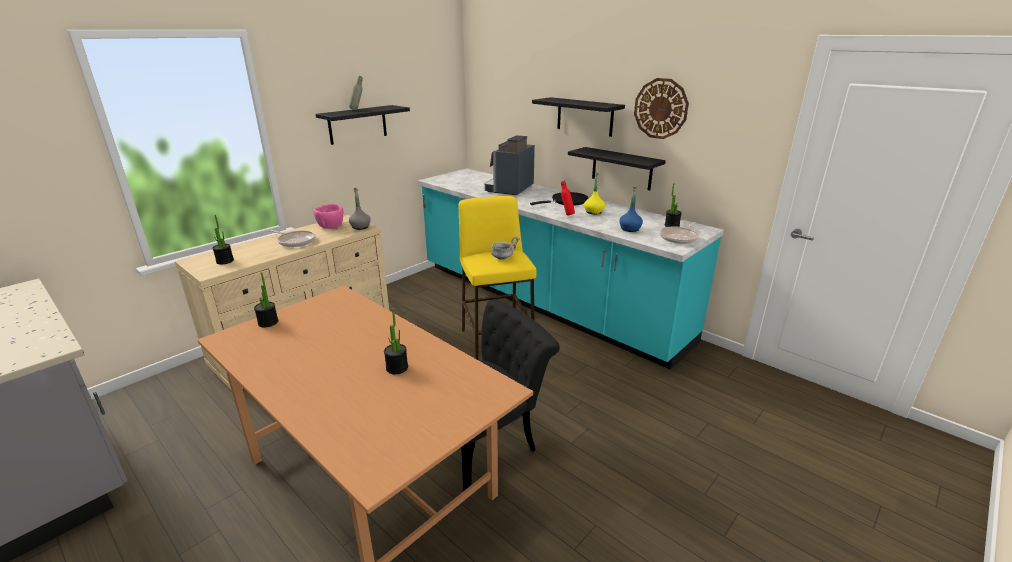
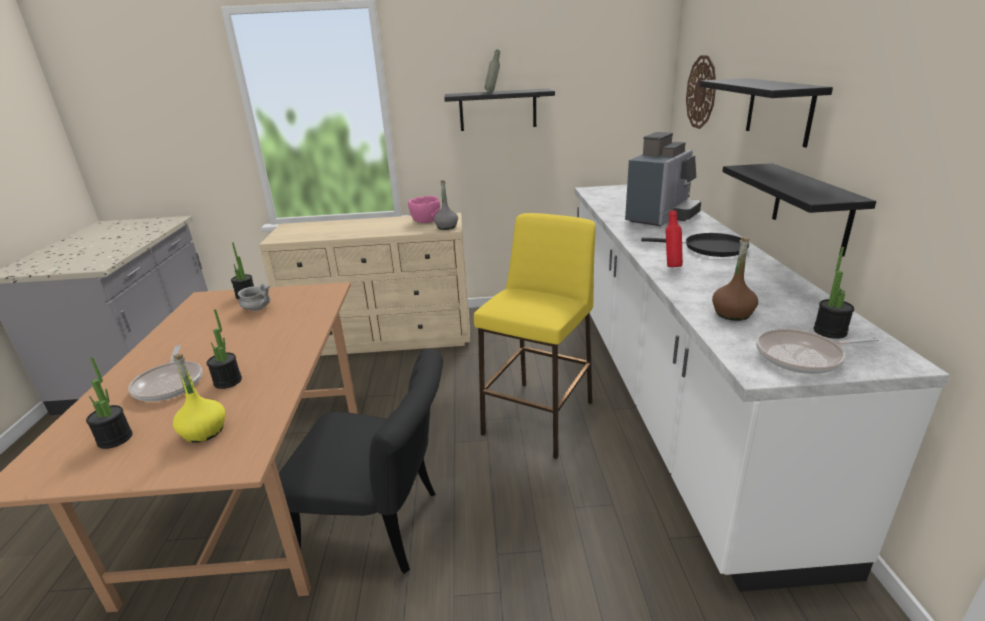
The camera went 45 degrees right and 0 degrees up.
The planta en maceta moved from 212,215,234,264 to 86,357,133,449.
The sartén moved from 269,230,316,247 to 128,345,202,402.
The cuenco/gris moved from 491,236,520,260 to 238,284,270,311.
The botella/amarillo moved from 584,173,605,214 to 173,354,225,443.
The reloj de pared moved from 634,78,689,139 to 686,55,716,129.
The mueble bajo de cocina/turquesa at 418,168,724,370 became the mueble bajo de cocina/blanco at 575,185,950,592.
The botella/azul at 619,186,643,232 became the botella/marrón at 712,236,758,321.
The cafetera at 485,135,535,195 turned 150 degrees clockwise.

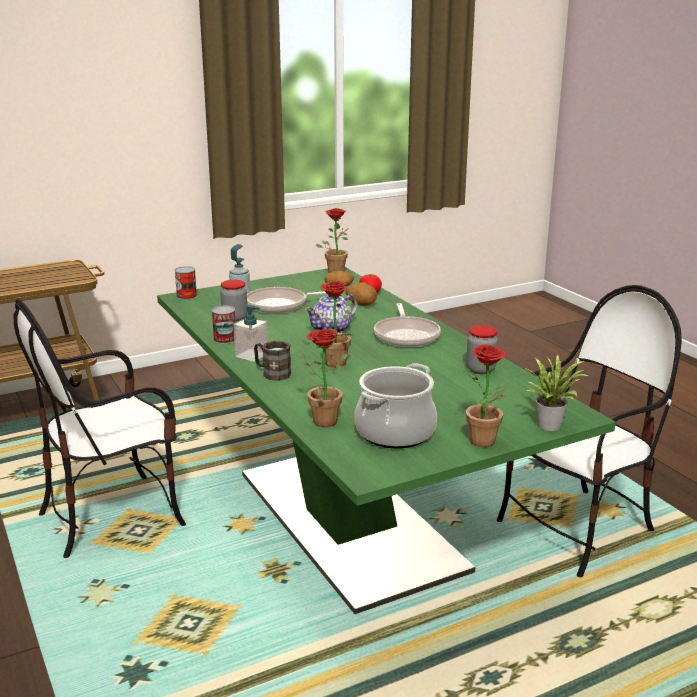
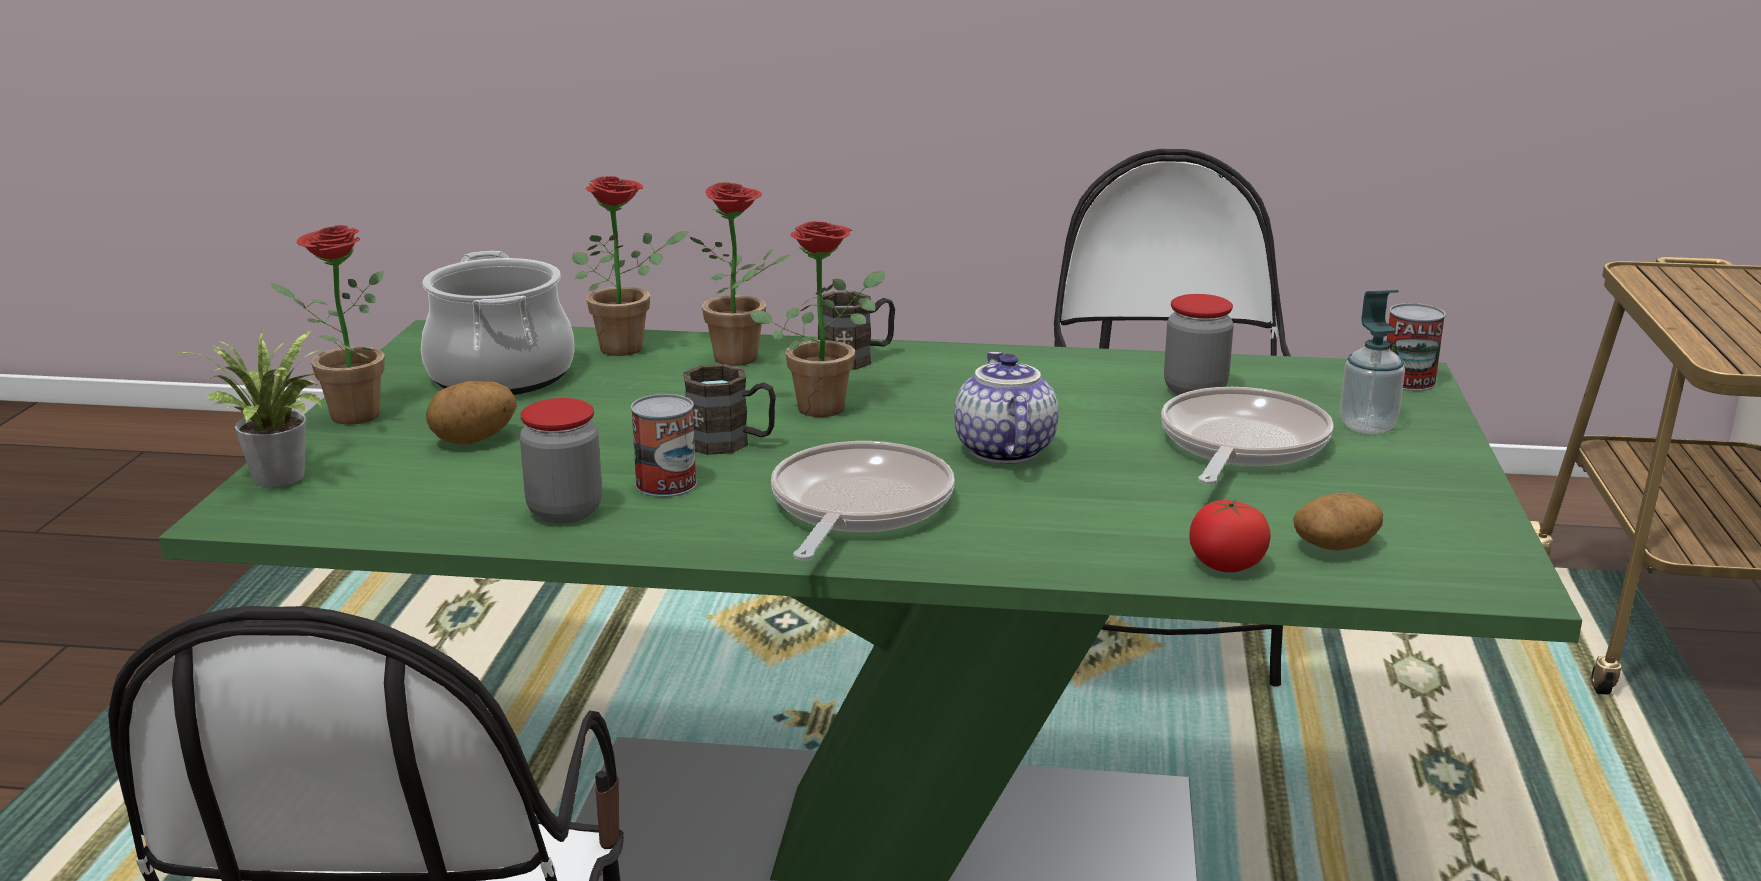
The camera went 125 degrees right and 0 degrees up.
The dispensador de jabón at 233,304,268,362 disappeared.
The taza grande/marrón at 683,364,776,455 appeared.
The lata moved from 212,306,235,344 to 631,394,697,497.
The planta en maceta moved from 316,208,349,273 to 690,182,790,366.
The patata moved from 345,282,377,306 to 426,381,517,445.
The sartén at 374,303,441,347 turned 75 degrees clockwise.

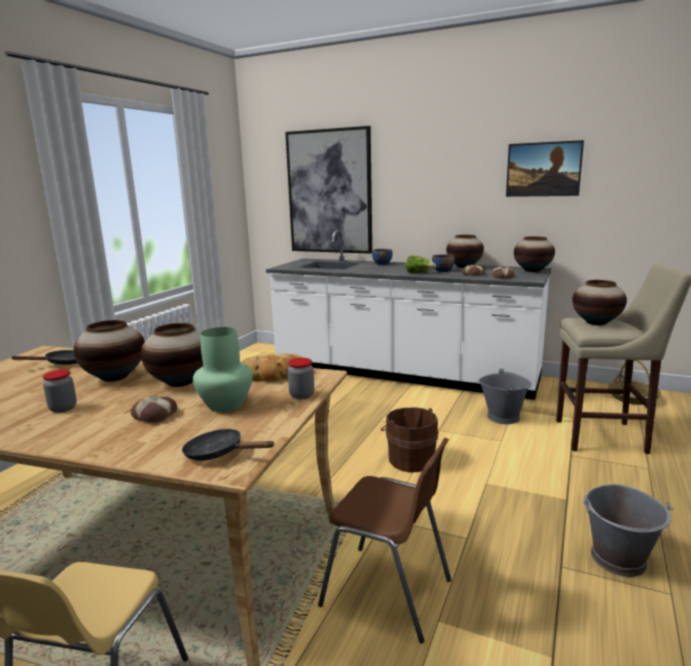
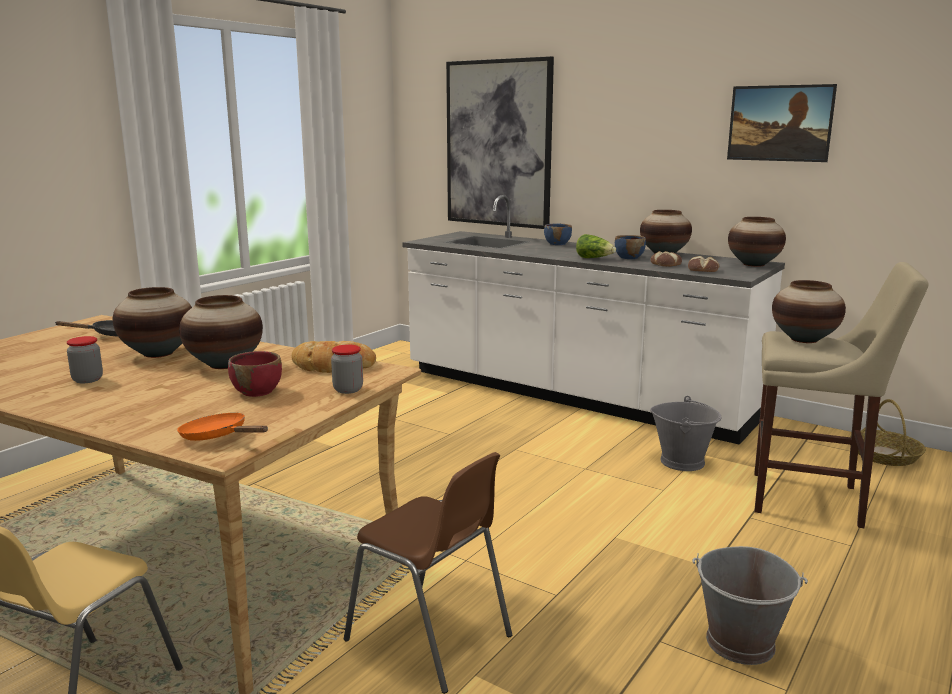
The camera went 10 degrees right and 0 degrees up.
The pan at 131,395,177,423 disappeared.
The cubo/marrón at 381,407,439,473 disappeared.
The florero/verde at 193,327,253,412 was replaced by the cuenco/rojo at 228,351,282,397.
The sartén/negro at 182,428,275,461 became the sartén/naranja at 177,412,268,441.

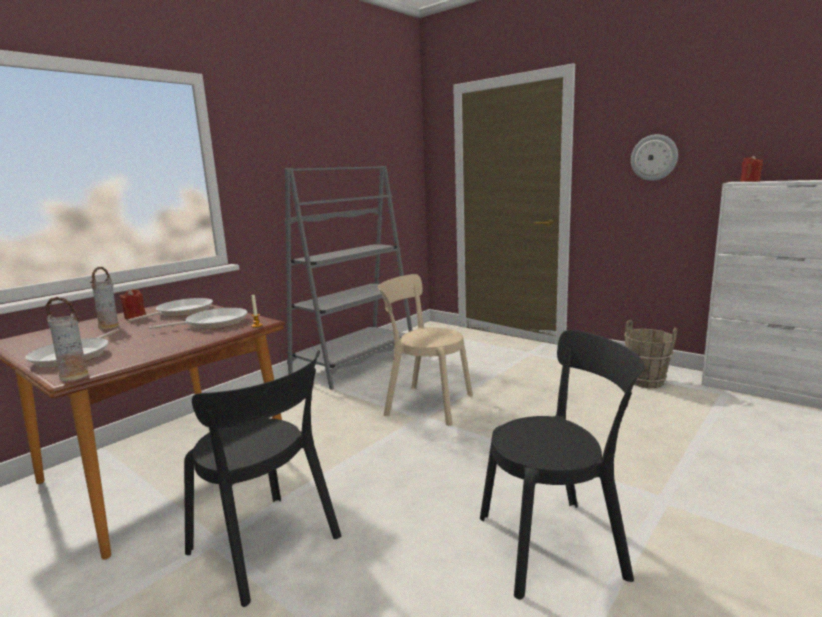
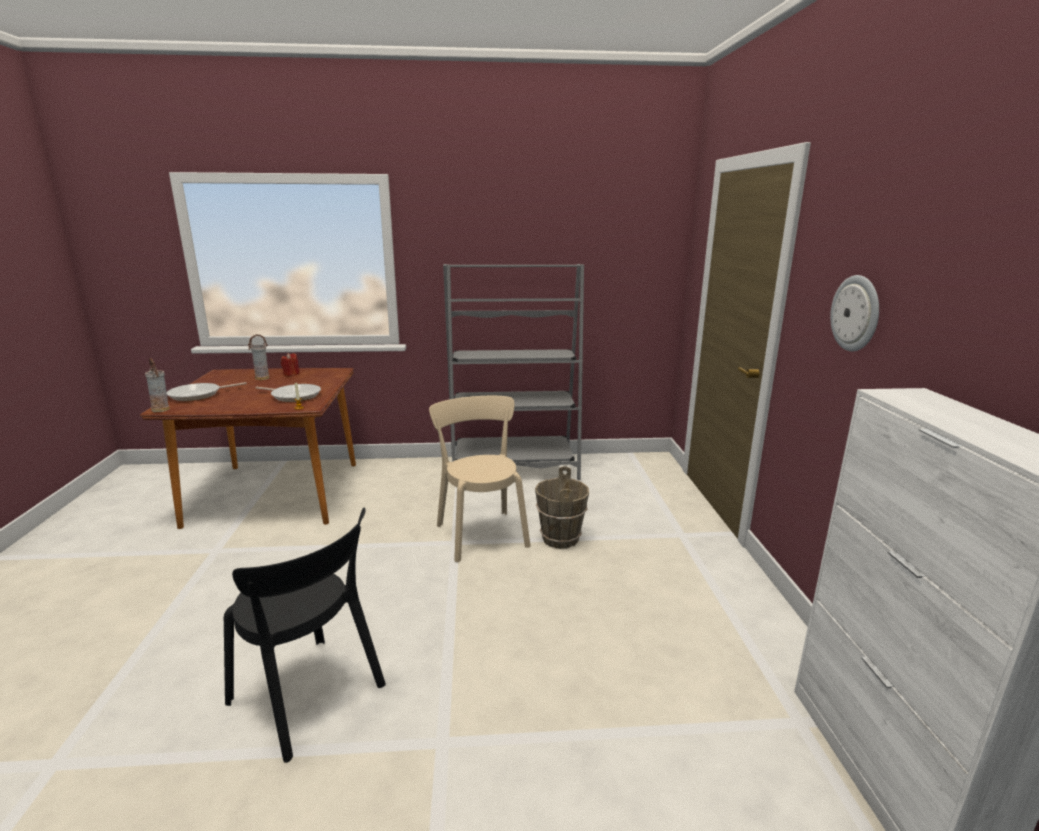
The camera went 45 degrees right and 5 degrees up.
The sartén at 128,298,213,321 disappeared.
The silla/negro at 184,350,341,607 disappeared.
The vela/rojo at 740,155,763,182 disappeared.
The cubo/marrón moved from 624,320,677,388 to 535,466,589,549.

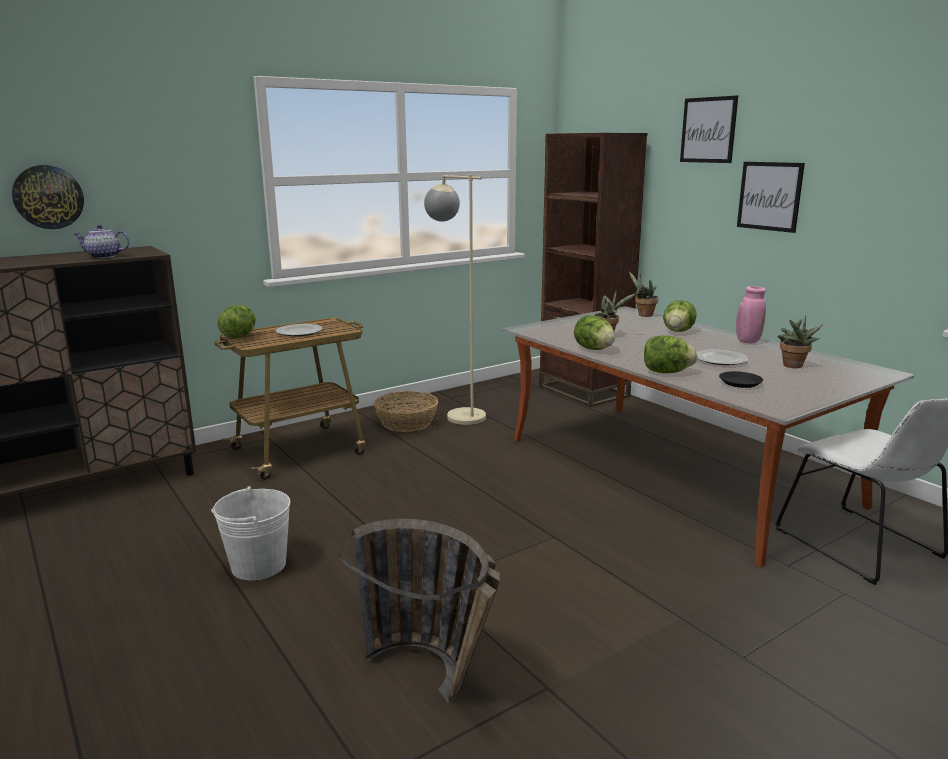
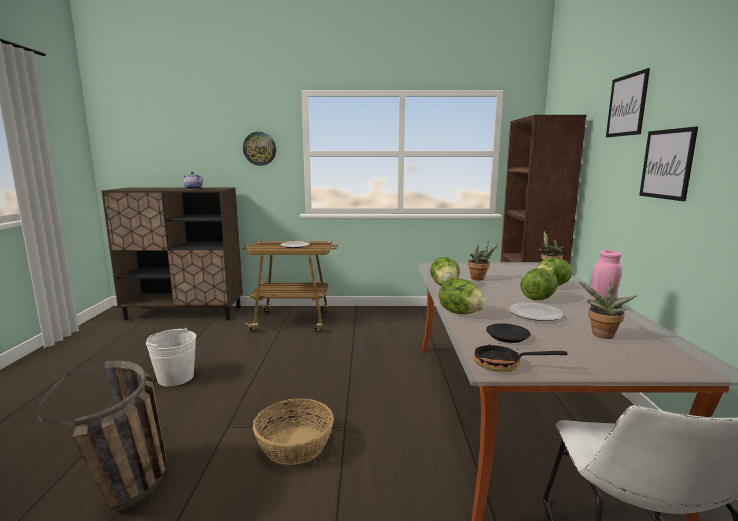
The camera went 35 degrees right and 5 degrees down.
The lámpara de pie/beis at 424,175,486,425 disappeared.
The sartén at 474,343,568,372 appeared.
The reloj de pared moved from 12,165,84,229 to 243,132,276,166.
The lechuga moved from 218,305,255,338 to 520,268,558,300.
The cesta moved from 374,391,438,432 to 253,398,334,465.

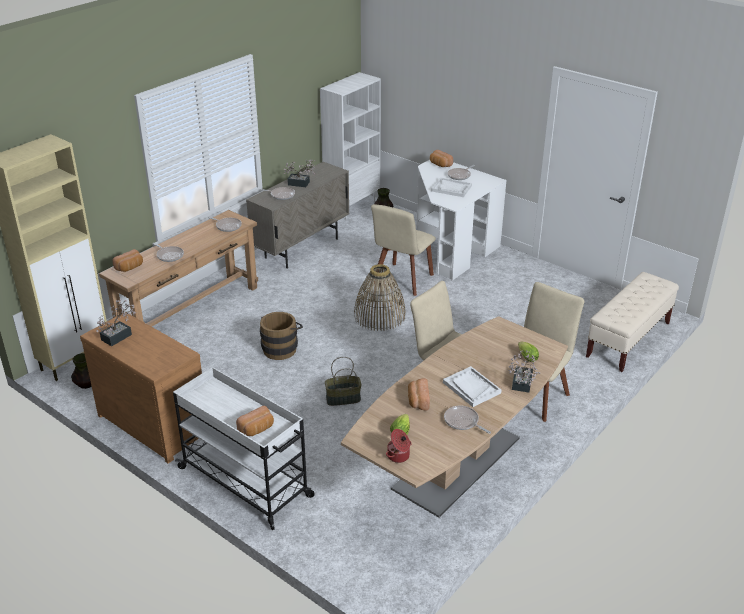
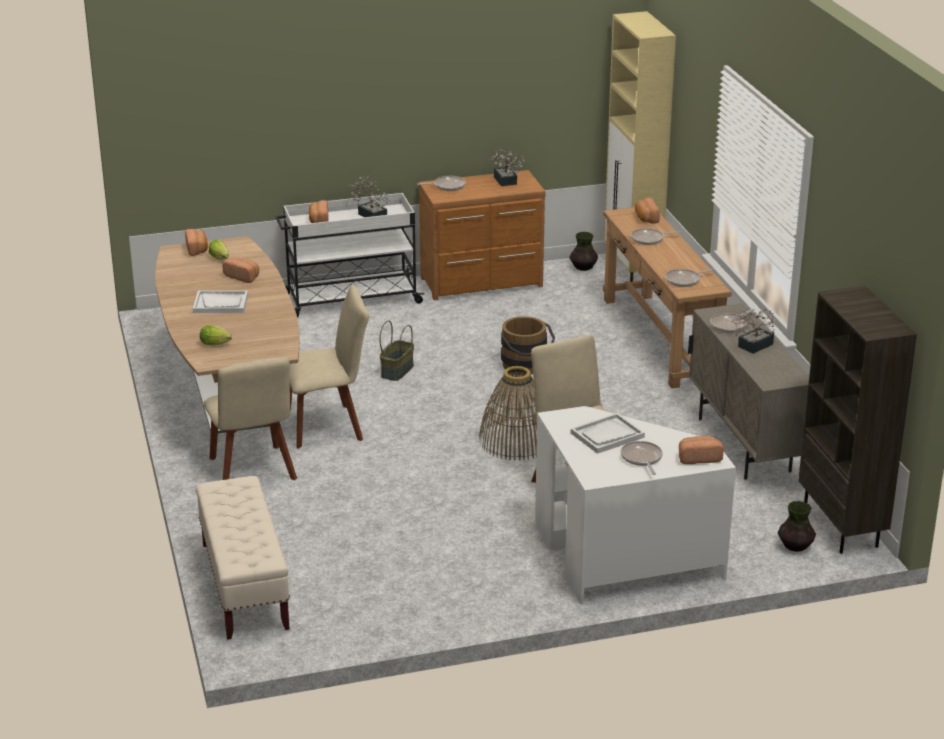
The camera went 125 degrees right and 5 degrees down.
The sartén moved from 444,405,491,434 to 417,176,466,191.
The planta en maceta moved from 509,350,541,392 to 349,175,392,217.
The olla at 386,429,412,463 was replaced by the pan at 185,229,208,256.
The estantería/blanco at 320,72,381,219 became the estantería/marrón at 798,286,917,554.

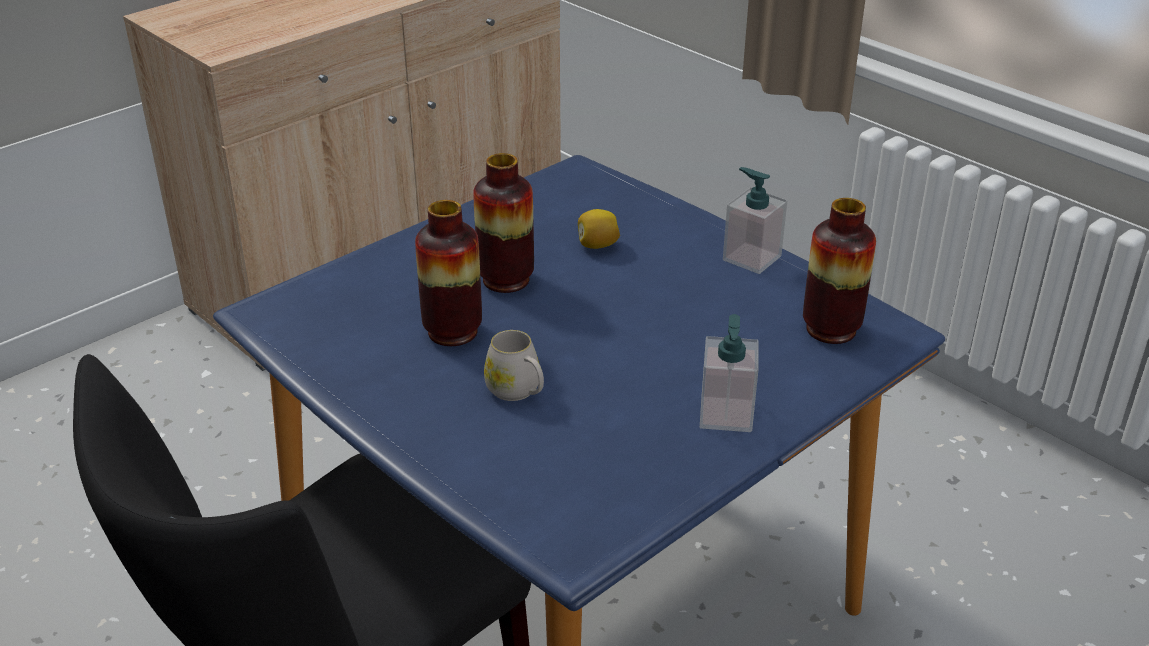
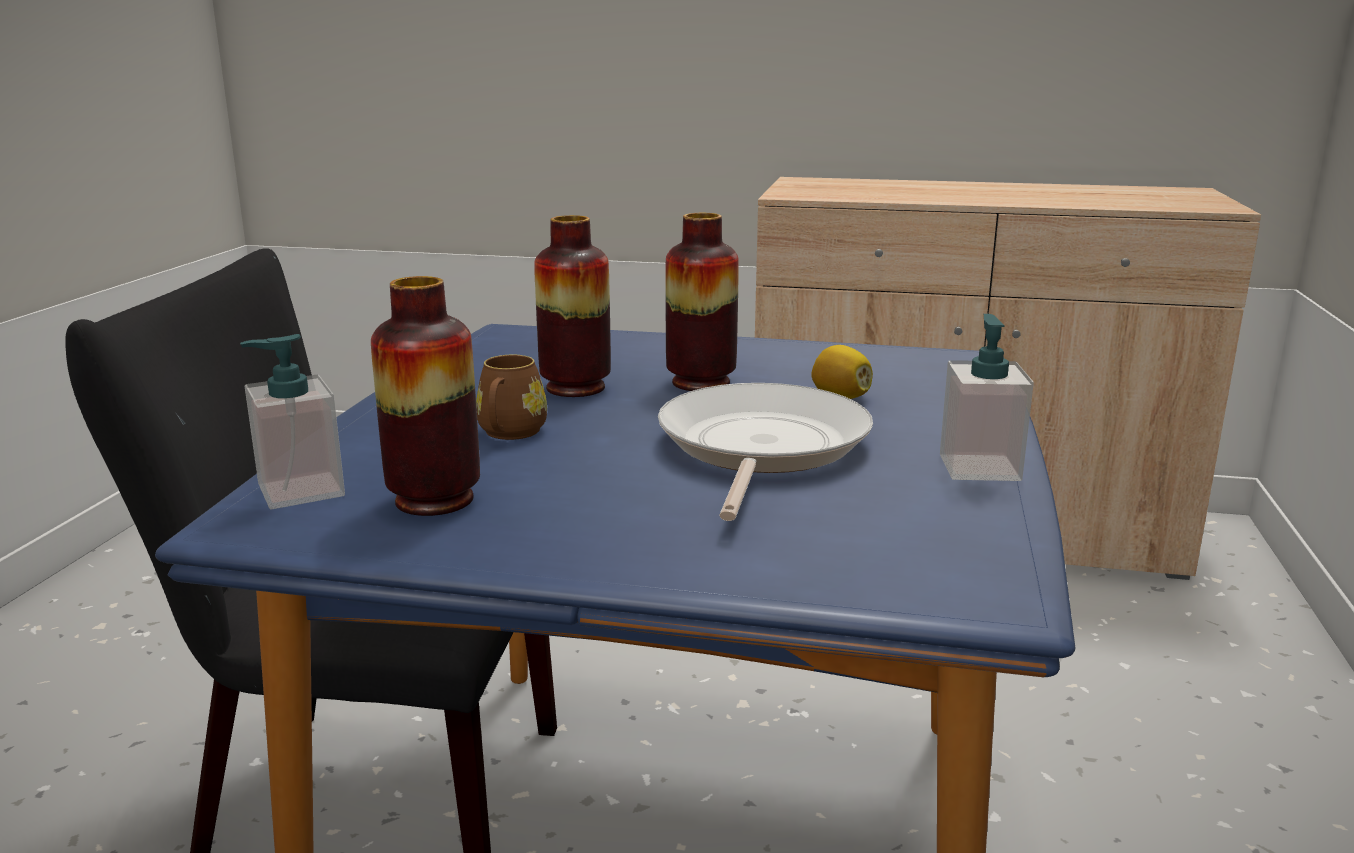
The camera went 55 degrees right and 15 degrees down.
The sartén at 658,383,873,521 appeared.
The dispensador de jabón moved from 700,314,758,432 to 240,334,345,509.
The florero moved from 803,198,876,344 to 371,276,480,516.
The taza grande/blanco at 484,330,544,401 became the taza grande/marrón at 476,355,547,440.

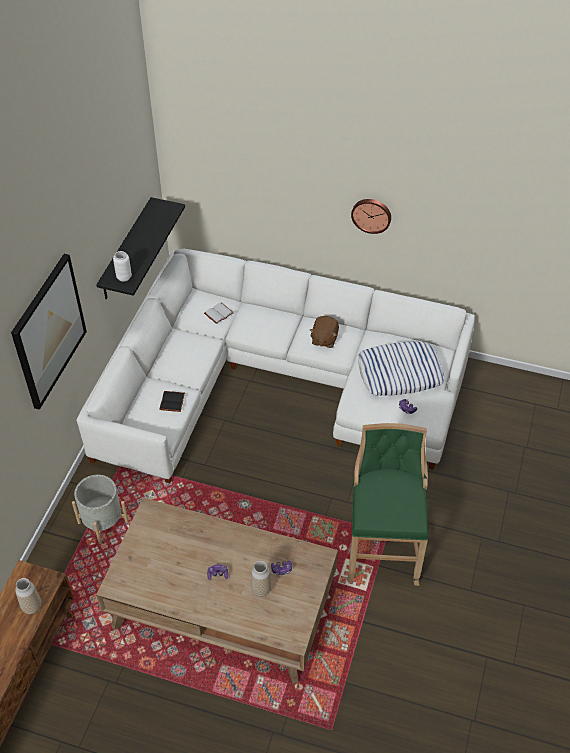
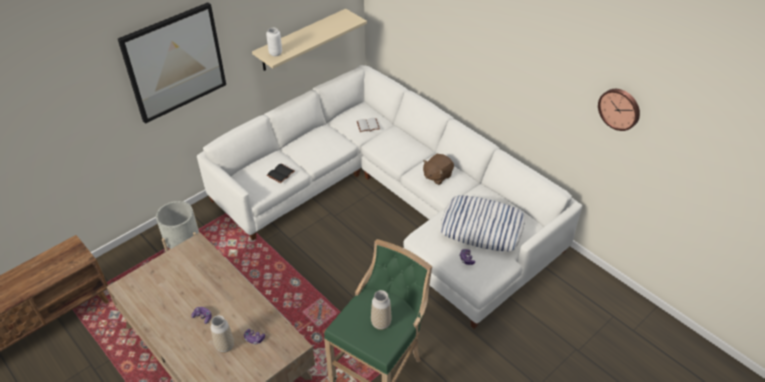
The camera went 30 degrees right and 5 degrees down.
The florero moved from 15,578,41,614 to 371,290,392,330.
The reloj de pared moved from 351,199,391,234 to 598,89,640,131.
The estante/negro at 96,197,185,299 became the estante/beis at 252,9,367,71.

